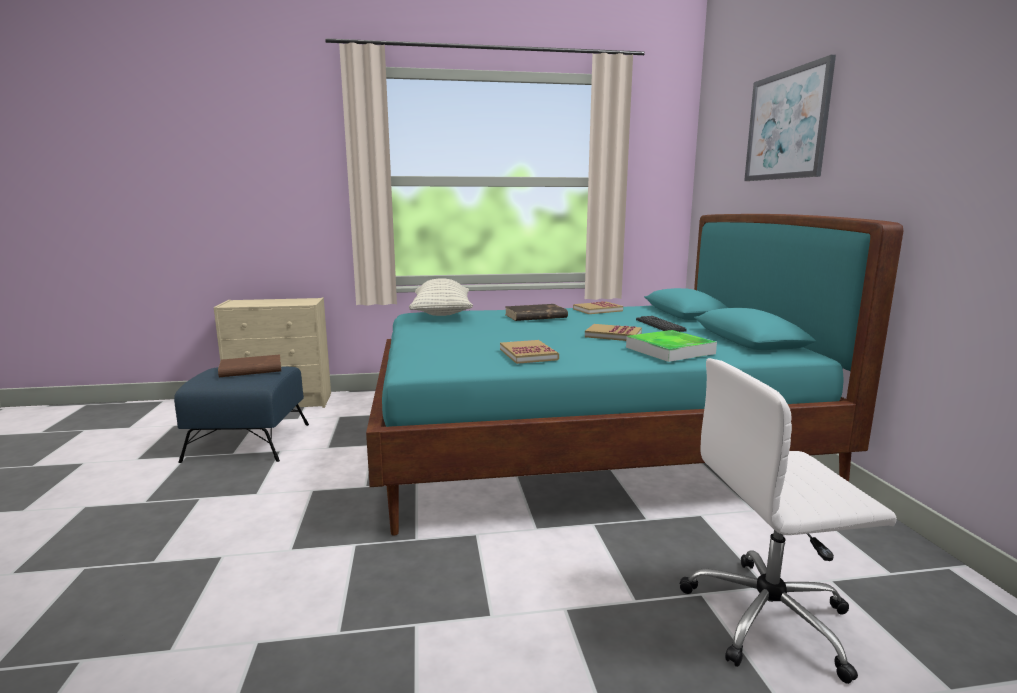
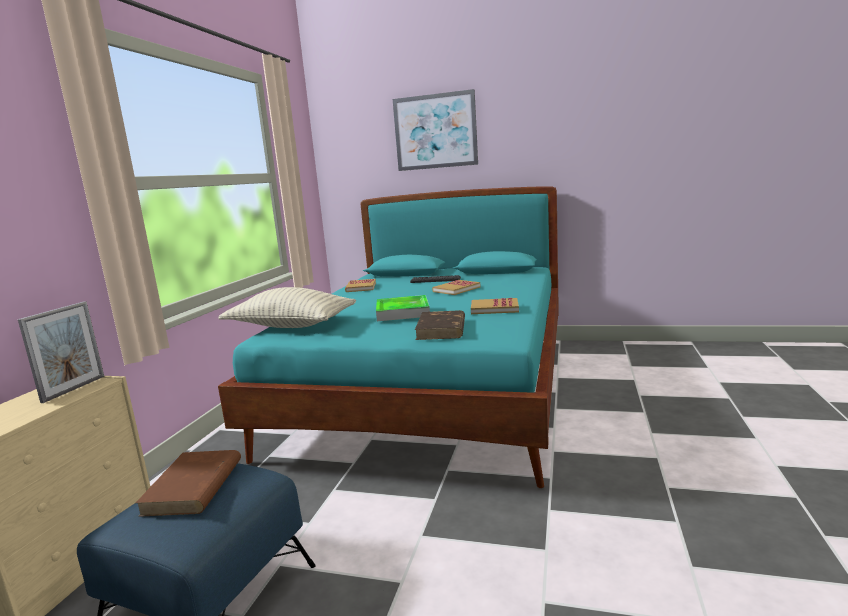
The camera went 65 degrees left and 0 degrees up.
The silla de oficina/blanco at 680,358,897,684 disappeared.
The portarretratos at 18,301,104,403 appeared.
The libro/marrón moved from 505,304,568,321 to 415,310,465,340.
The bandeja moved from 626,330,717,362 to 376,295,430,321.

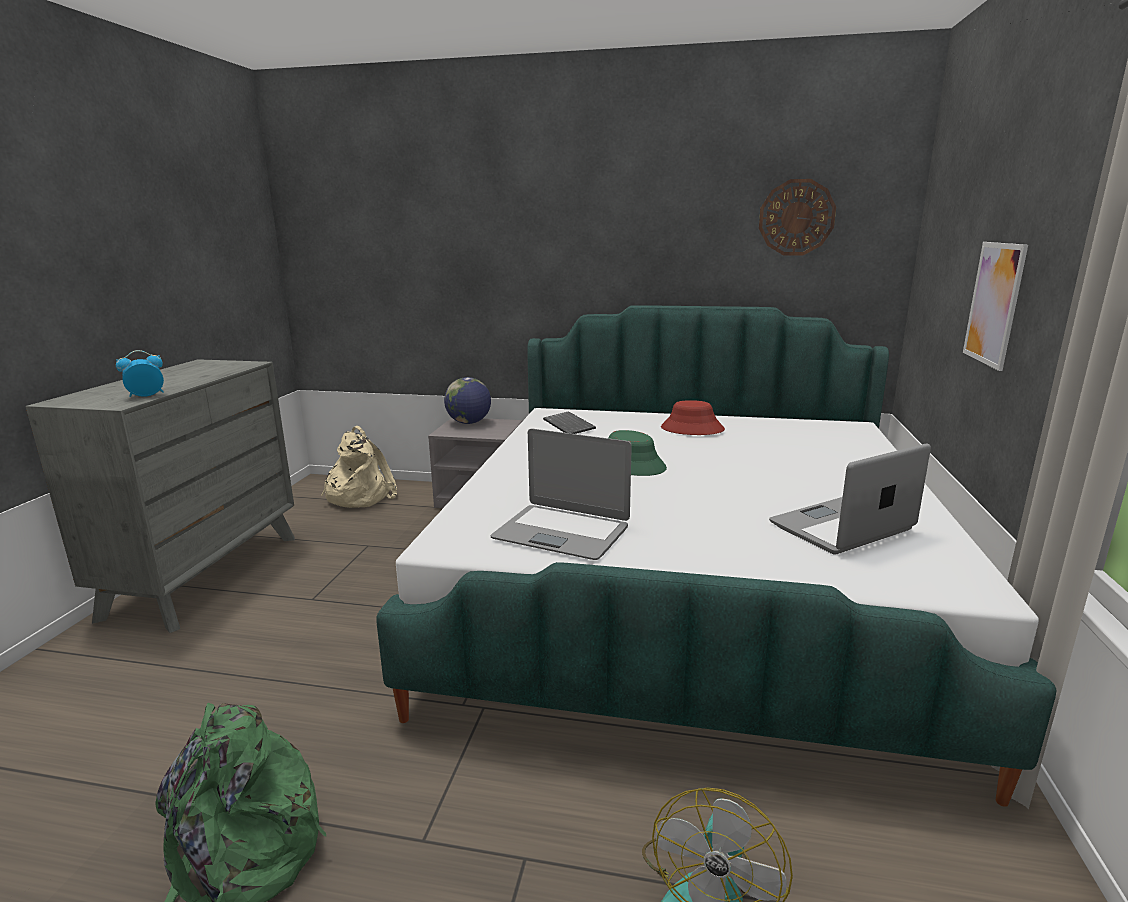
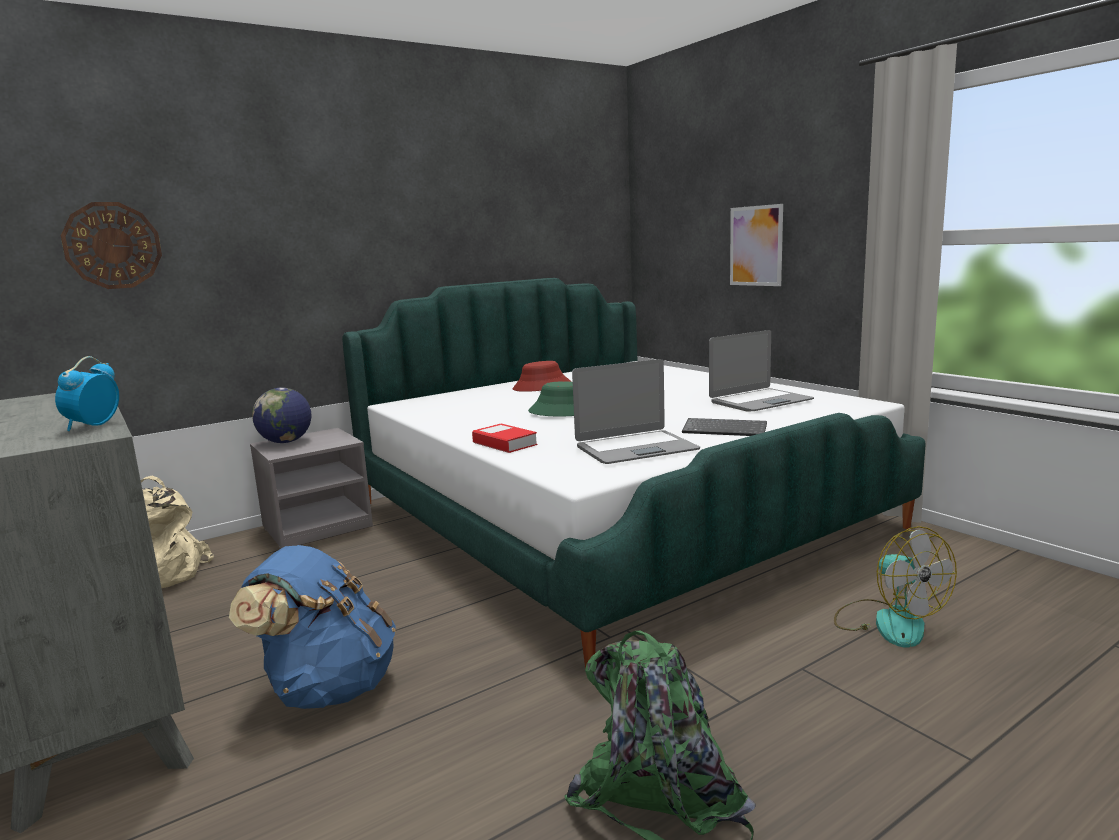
The camera went 45 degrees left and 5 degrees down.
The mochila/azul at 229,545,396,709 appeared.
The libro at 472,424,537,453 appeared.
The teclado moved from 543,411,596,434 to 682,418,767,436.
The reloj de pared moved from 759,179,836,255 to 61,202,162,289.
The portátil at 769,444,931,555 turned 135 degrees counterclockwise.

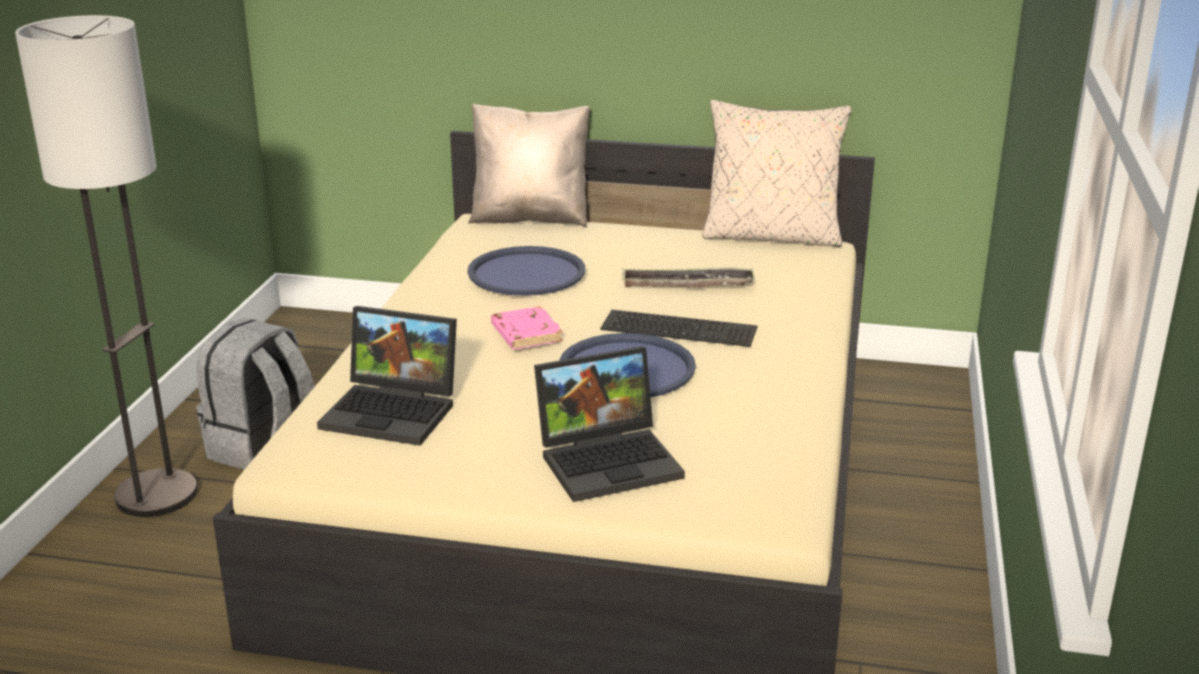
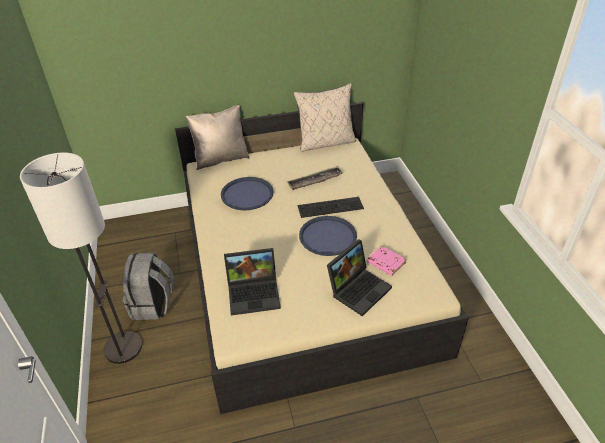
The camera went 25 degrees left and 15 degrees up.
The libro/rosa moved from 491,306,563,349 to 367,246,407,276.

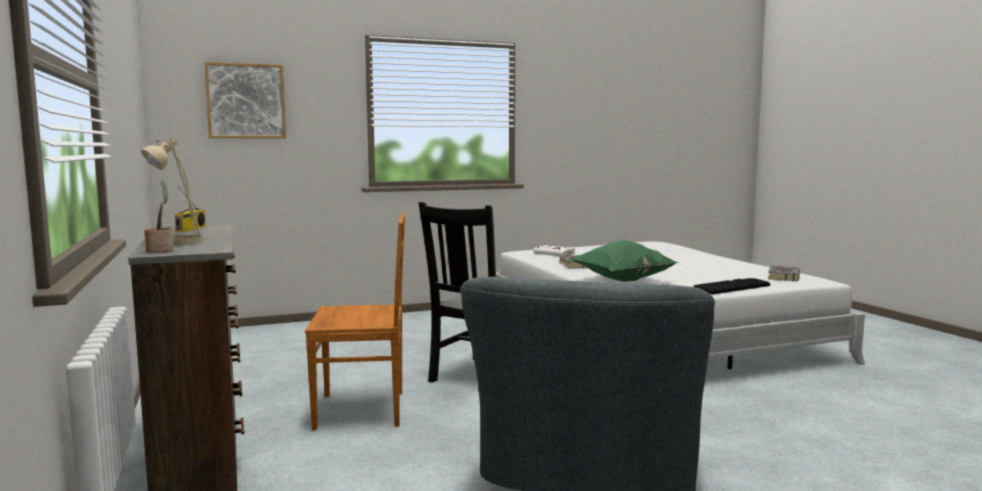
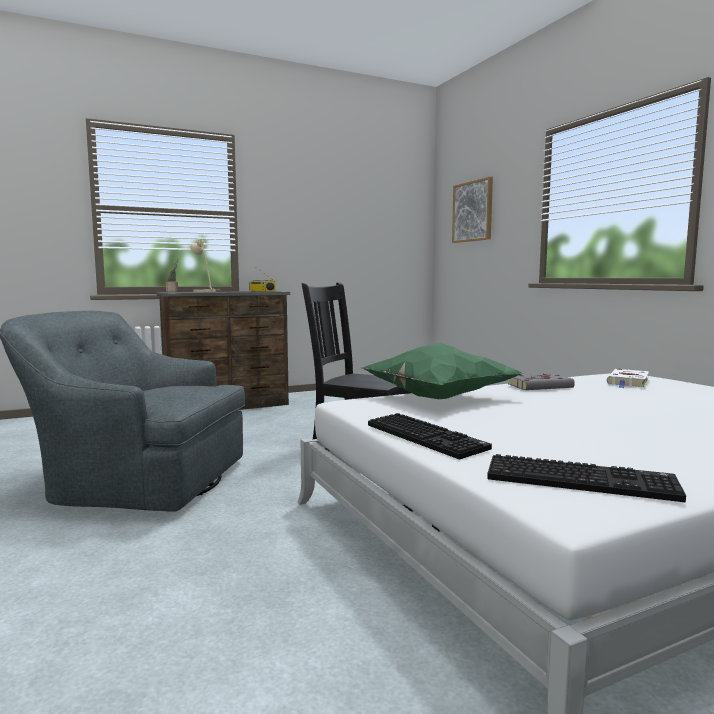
The camera went 85 degrees right and 0 degrees up.
The silla/marrón at 305,213,405,430 disappeared.
The libro/gris at 768,265,800,281 was replaced by the teclado at 487,454,686,502.

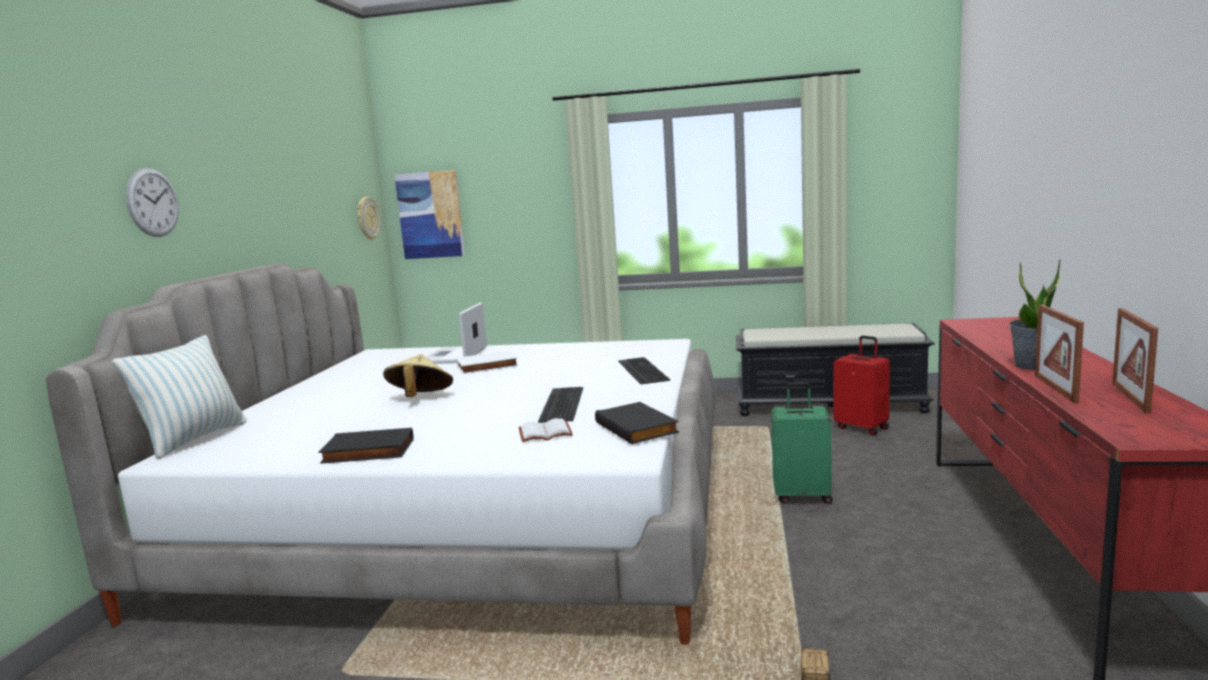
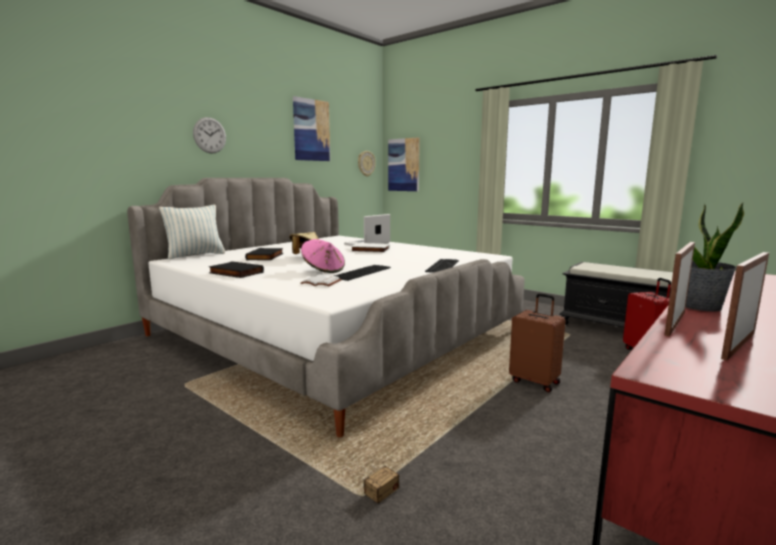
The camera went 30 degrees right and 0 degrees up.
The cuadro at 293,96,330,161 appeared.
The sombrero/rosa at 301,239,345,273 appeared.
The libro/negro moved from 595,402,679,444 to 245,248,283,260.
The maleta/verde at 771,382,832,504 became the maleta/marrón at 509,293,566,392.

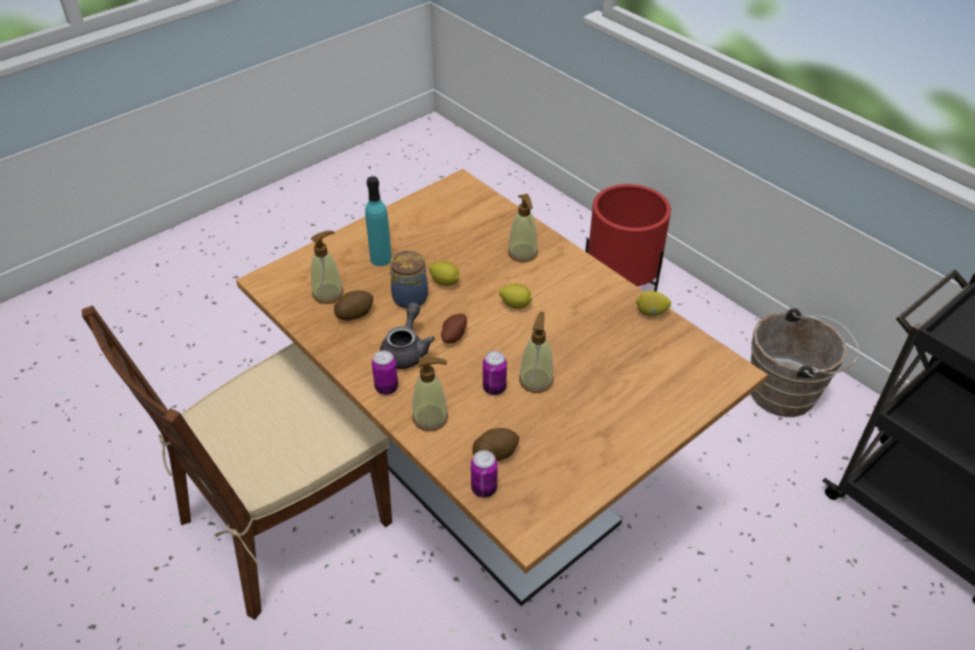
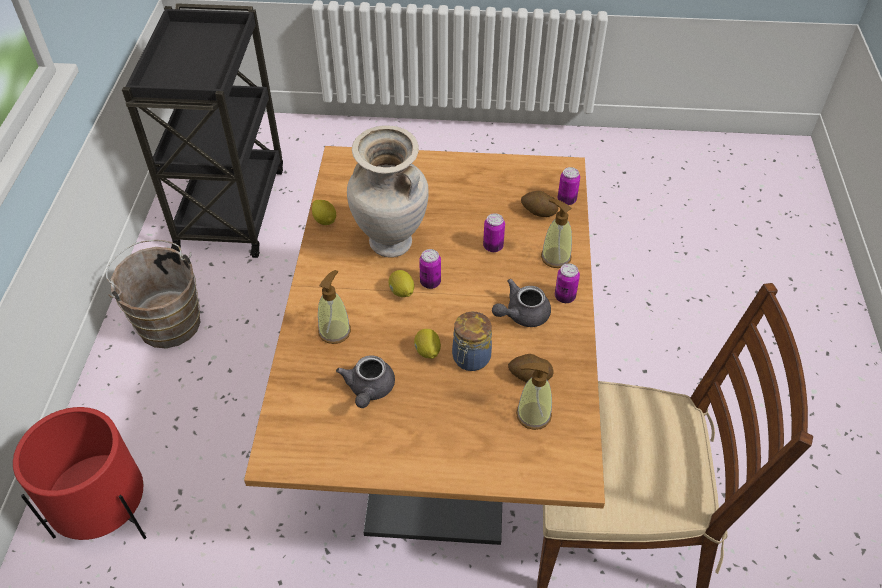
The camera went 135 degrees left and 5 degrees up.
The botella/turquesa at 365,176,392,266 disappeared.
The patata at 441,314,467,343 disappeared.
The dispensador de jabón at 519,312,554,393 disappeared.
The tetera/gris at 336,355,395,408 appeared.
The florero/beis at 347,125,429,258 appeared.
The lata at 419,249,441,289 appeared.

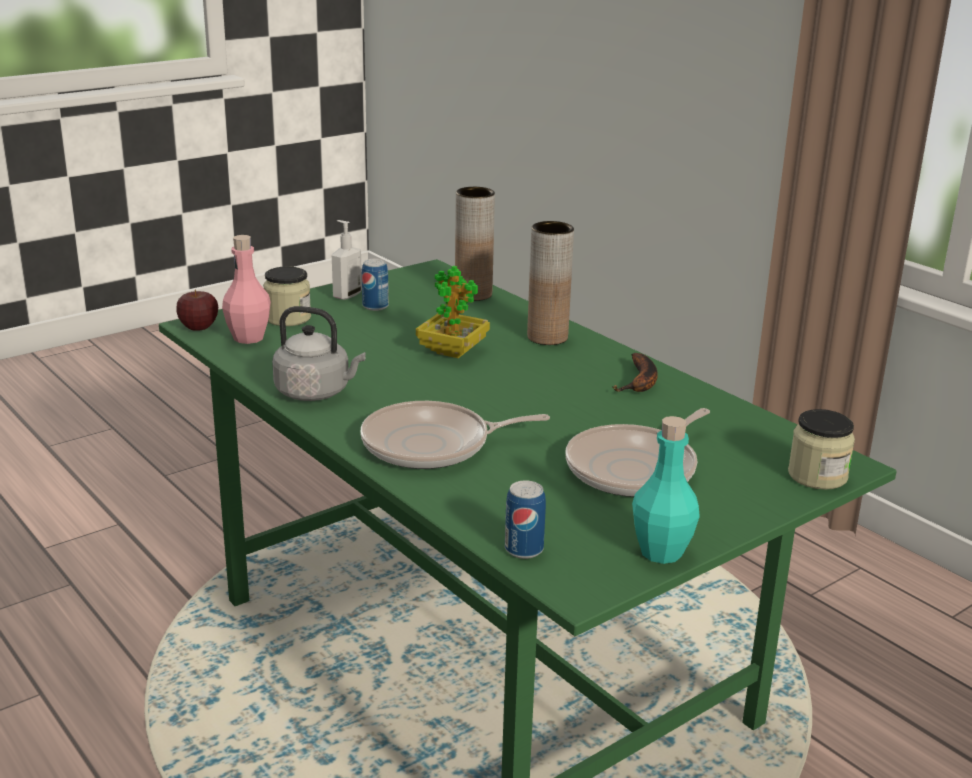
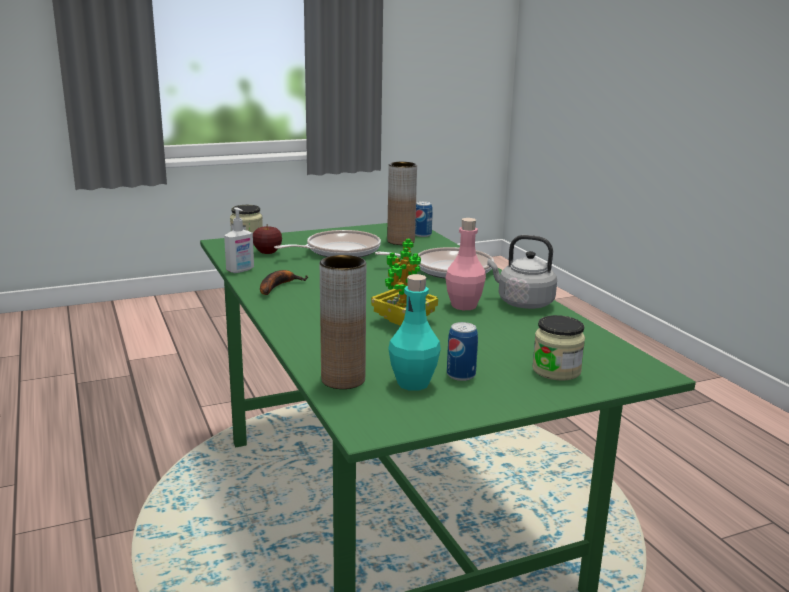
The camera went 165 degrees left and 5 degrees down.
The manzana moved from 177,289,218,331 to 253,224,282,254.
The botella/rosa moved from 222,235,271,344 to 446,218,486,310.
The dispensador de jabón moved from 332,220,362,300 to 224,207,254,273.
The florero/marrón moved from 527,221,574,345 to 387,162,417,245.
The botella/turquesa moved from 632,416,700,564 to 388,274,441,391.

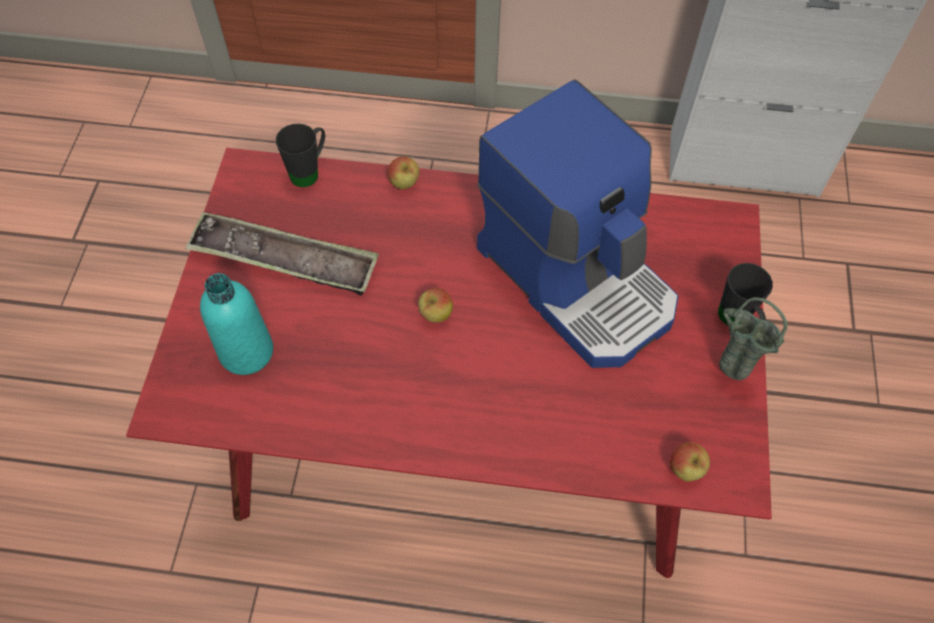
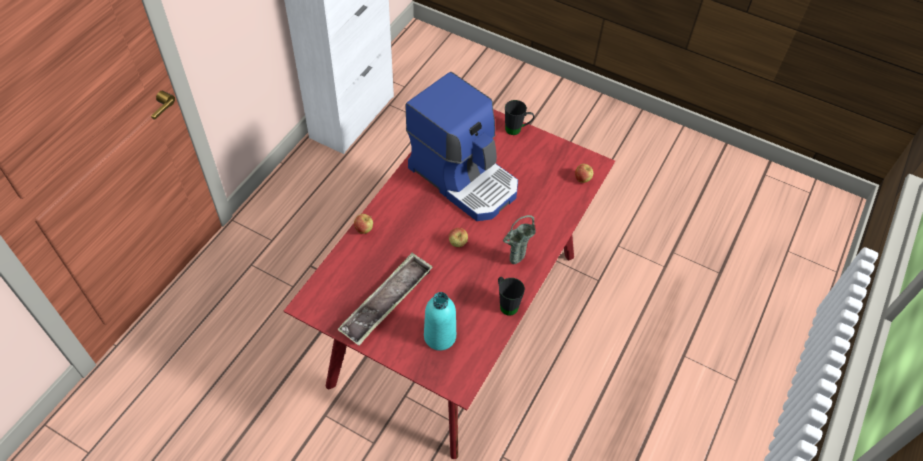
The camera went 70 degrees left and 5 degrees down.
The taza grande/negro moved from 276,124,325,187 to 498,277,525,316.
The florero/verde moved from 719,297,788,380 to 503,215,536,264.
The cafetera at 477,79,678,368 turned 60 degrees clockwise.

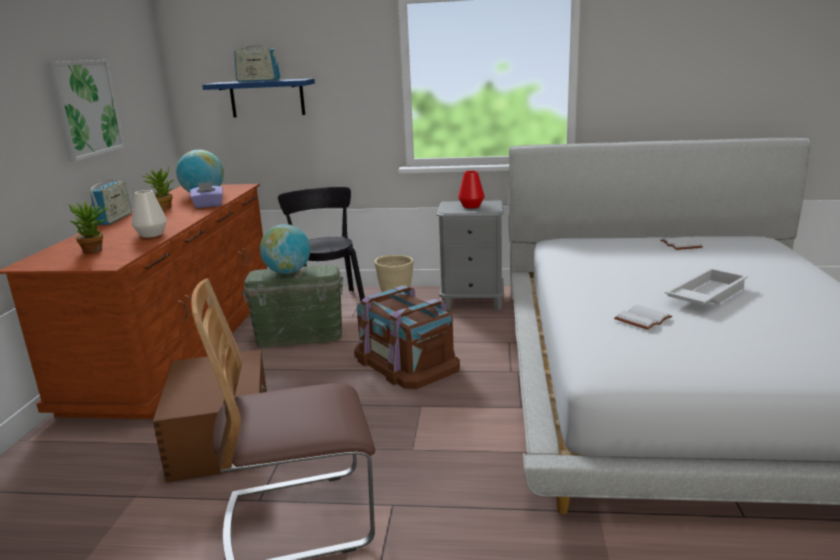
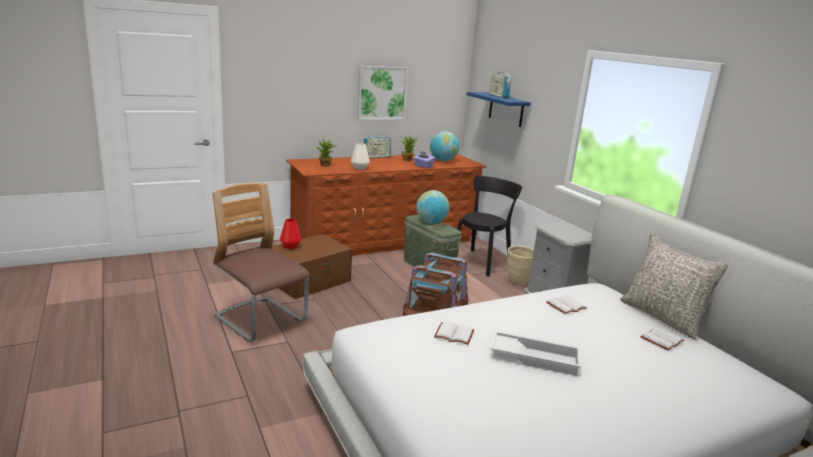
The camera went 55 degrees right and 0 degrees up.
The libro/blanco at 546,295,587,314 appeared.
The cojín/gris at 620,233,728,340 appeared.
The florero/rojo moved from 458,171,485,208 to 280,219,301,249.

